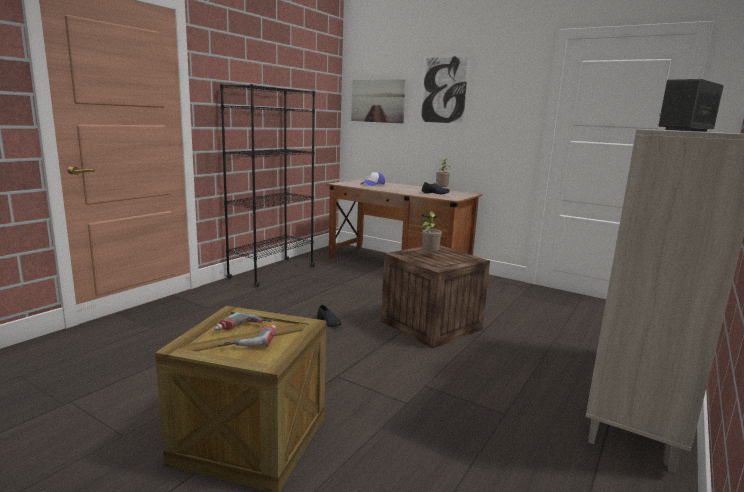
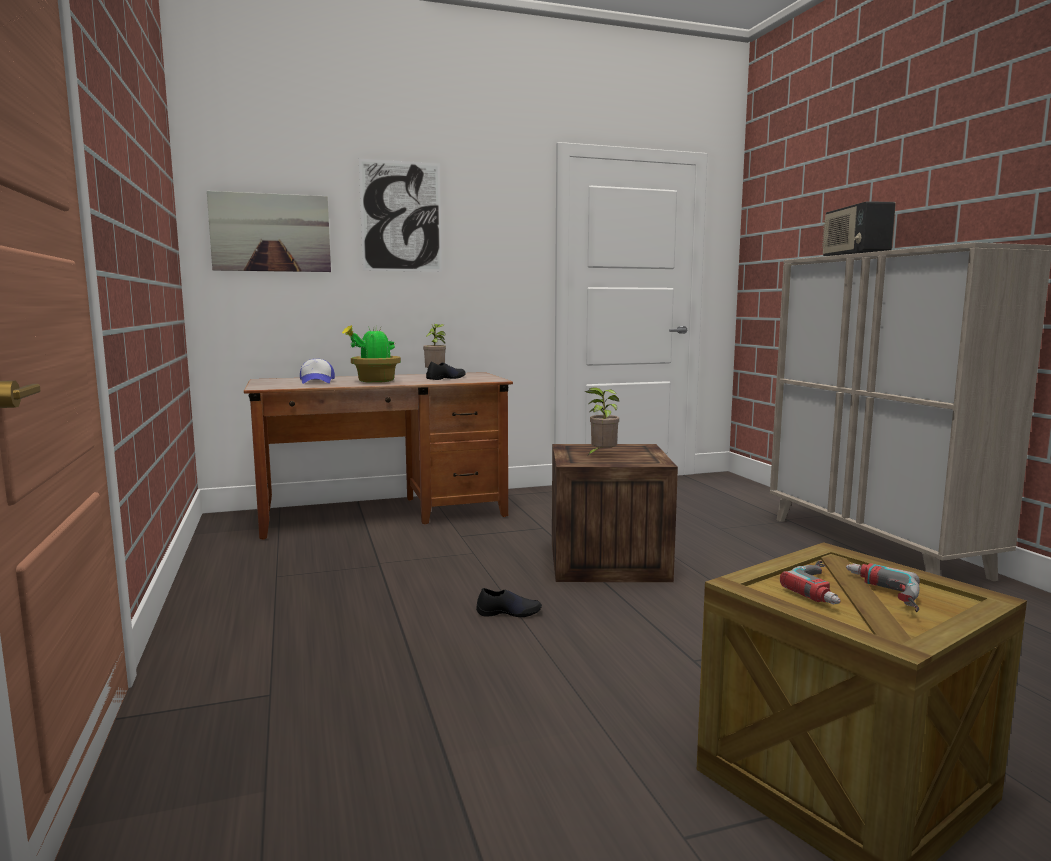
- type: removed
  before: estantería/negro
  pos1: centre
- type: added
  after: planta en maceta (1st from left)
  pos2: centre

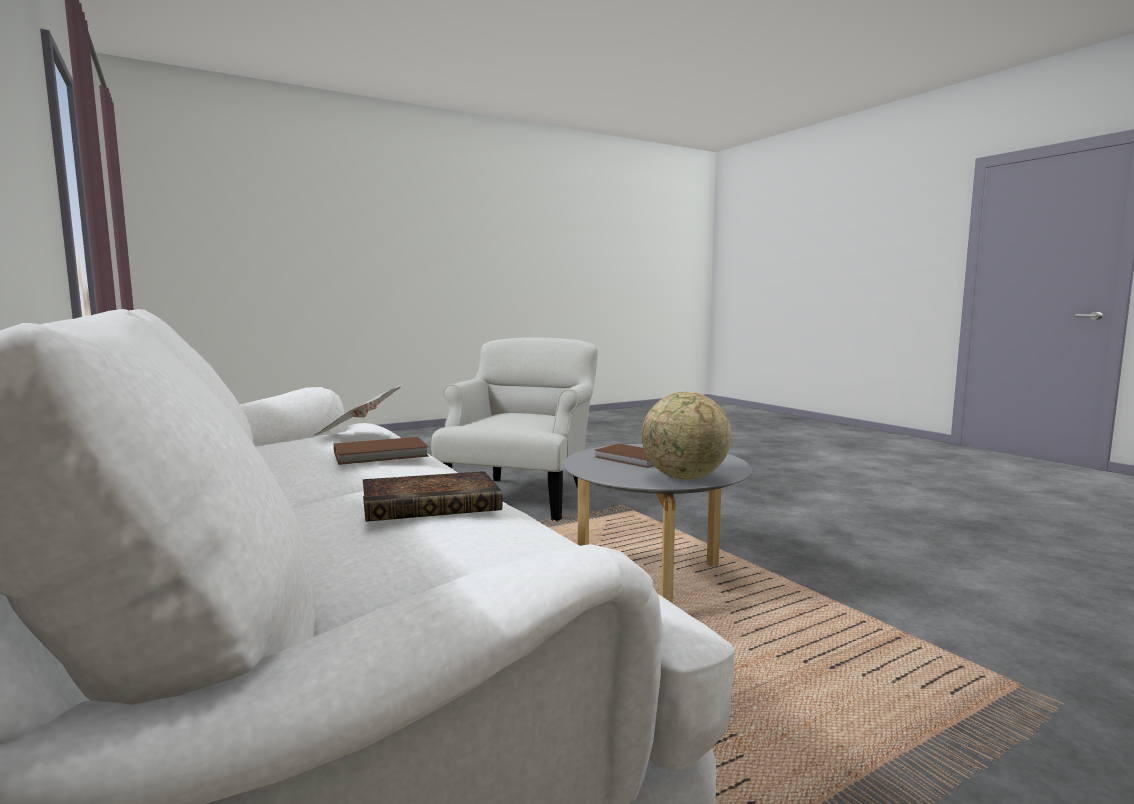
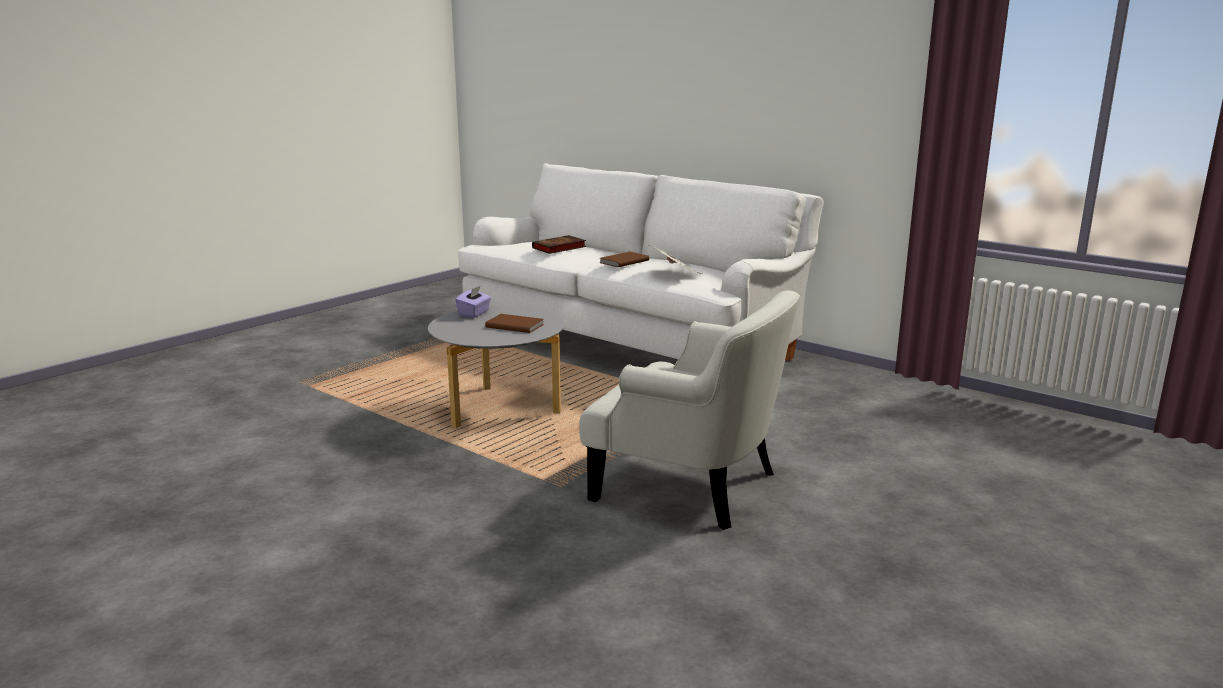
- type: replaced
  before: globo terráqueo
  after: caja de pañuelos/morado
  pos1: centre
  pos2: centre
- type: turned
  before: sillón/blanco
  pos1: centre
  pos2: centre
  turn: -60

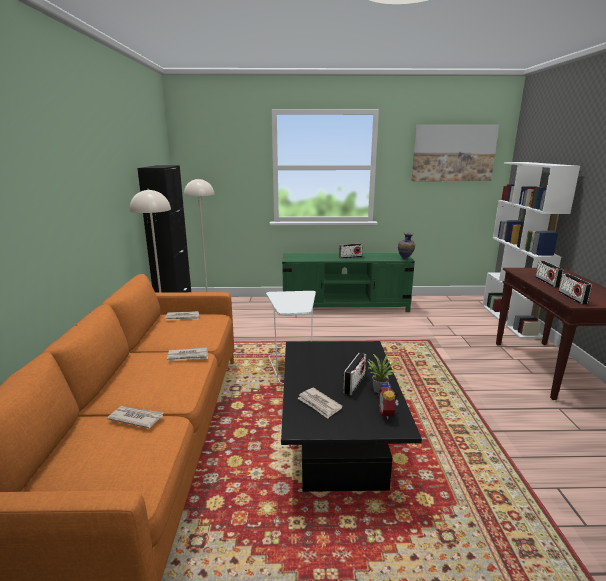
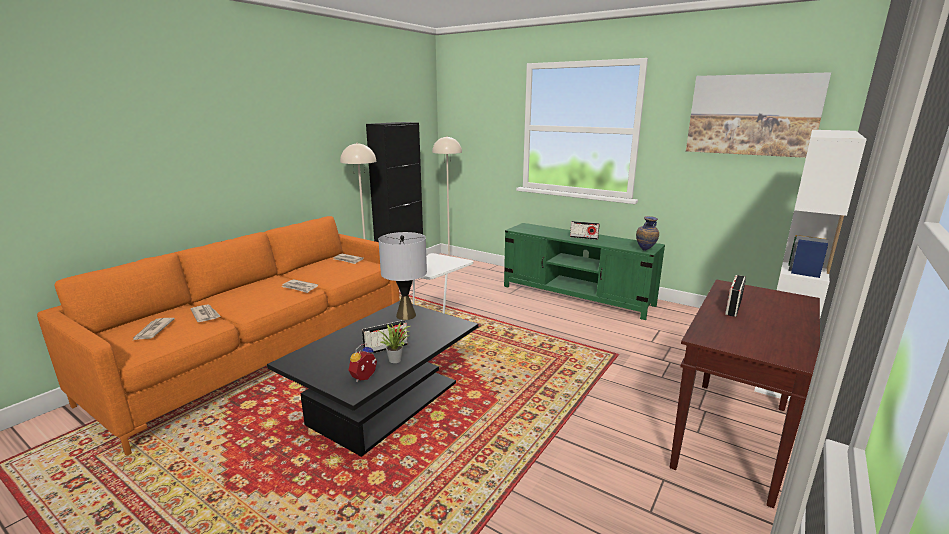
- type: removed
  before: radio (4th from left)
  pos1: middle right
- type: added
  after: lámpara de mesa/gris
  pos2: centre
- type: moved
  before: periódico (4th from left in the first image)
  after: periódico (1st from left)
  pos1: bottom centre
  pos2: middle left

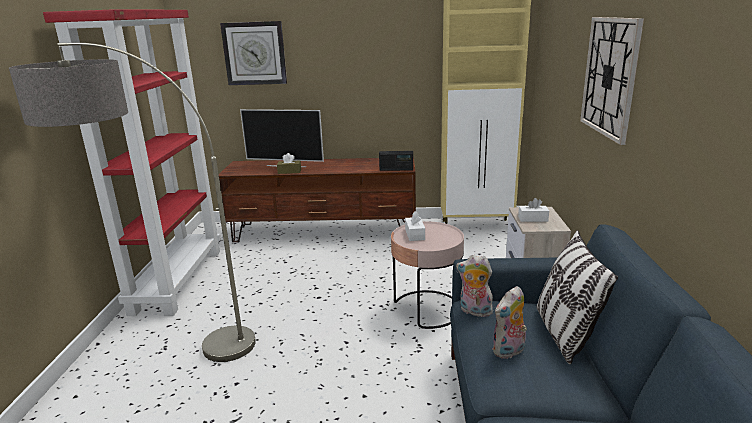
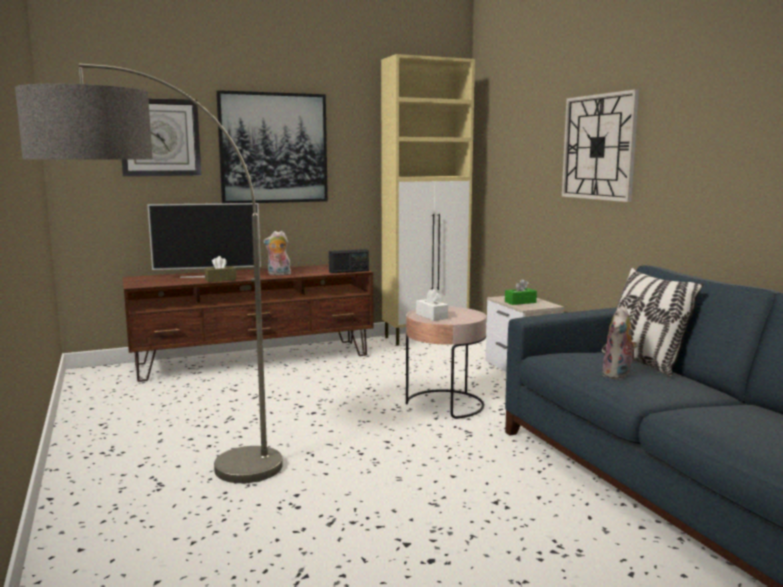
- type: removed
  before: estantería/rojo
  pos1: middle left
- type: added
  after: cuadro
  pos2: top centre
- type: moved
  before: peluche (1st from left)
  pos1: bottom centre
  pos2: centre
- type: recoloured
  before: caja de pañuelos/blanco (2nd from left)
  after: caja de pañuelos/verde
  pos1: middle right
  pos2: centre

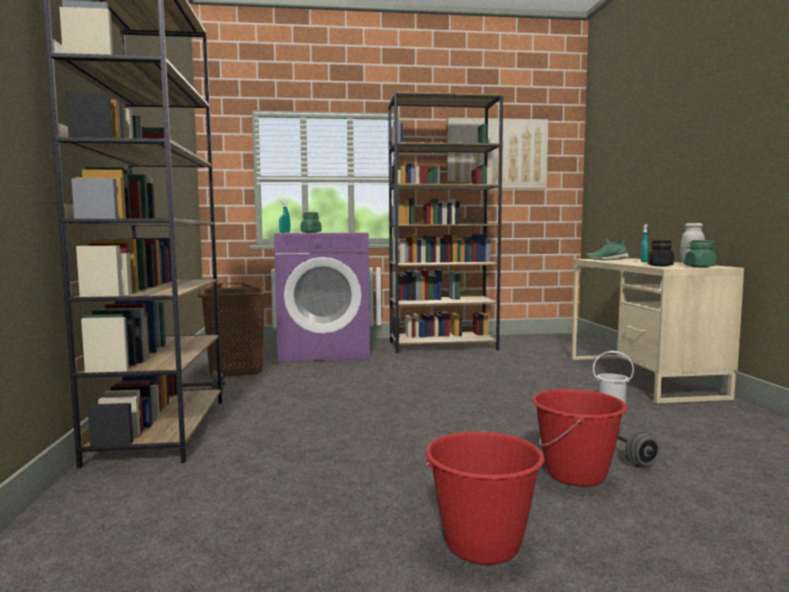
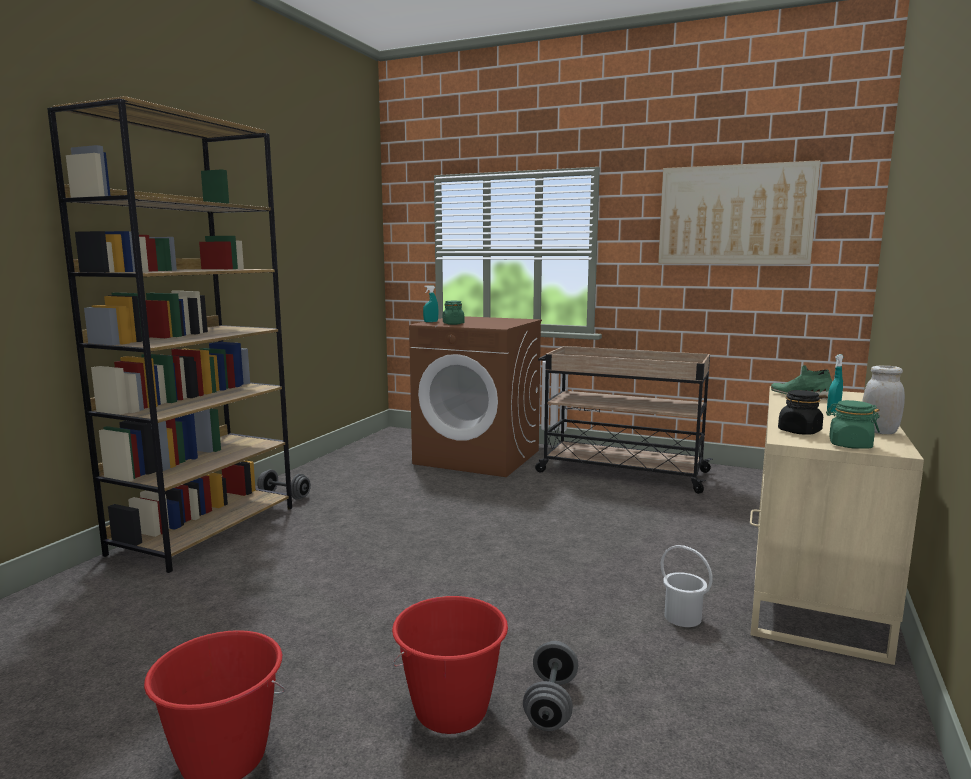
- type: removed
  before: cesto de la ropa/marrón
  pos1: middle left
- type: replaced
  before: estantería/marrón (2nd from left)
  after: carrito/beis
  pos1: centre
  pos2: centre
- type: recoloured
  before: lavadora/morado
  after: lavadora/marrón
  pos1: centre
  pos2: centre

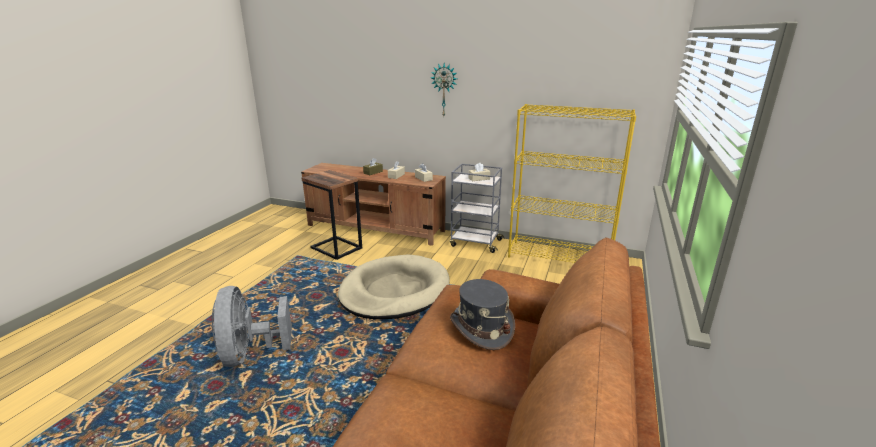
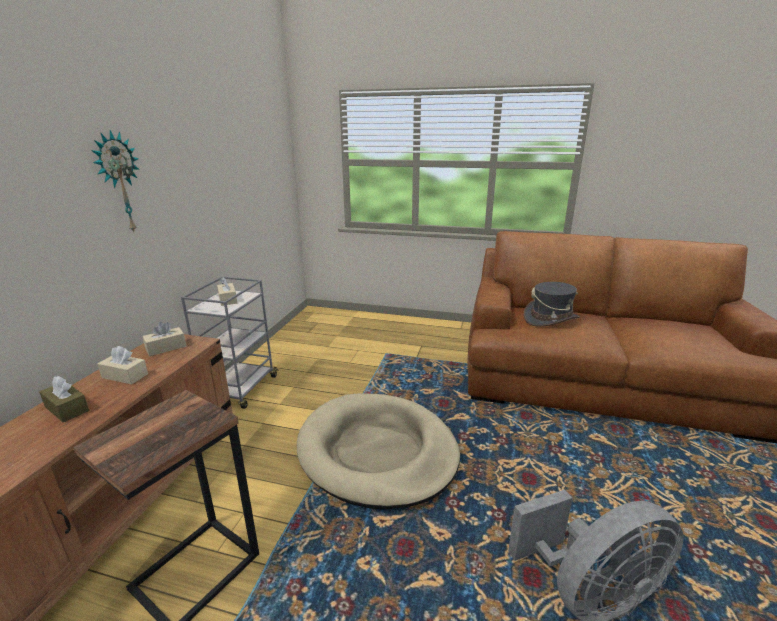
- type: removed
  before: estantería/amarillo
  pos1: centre

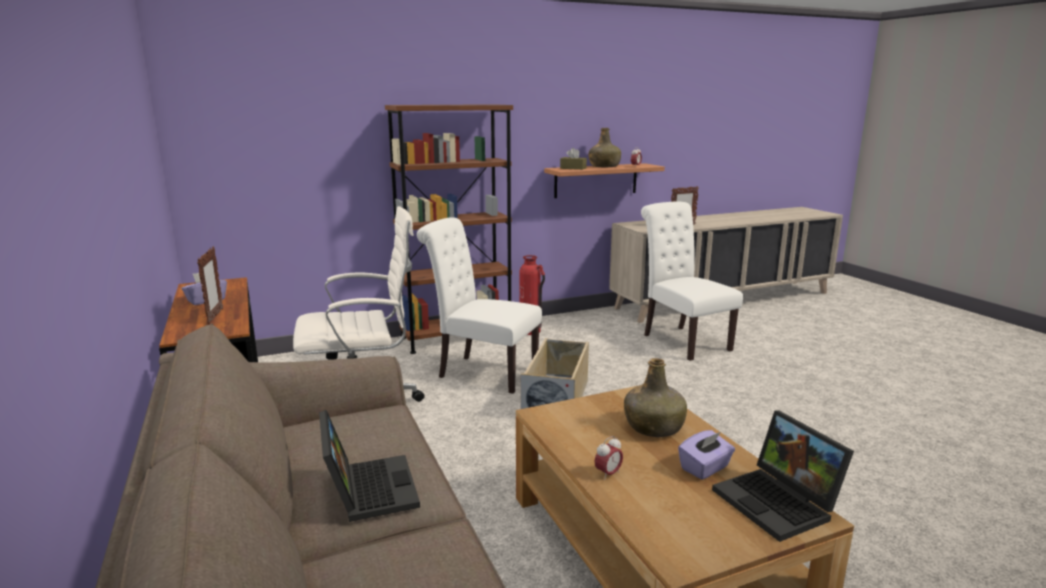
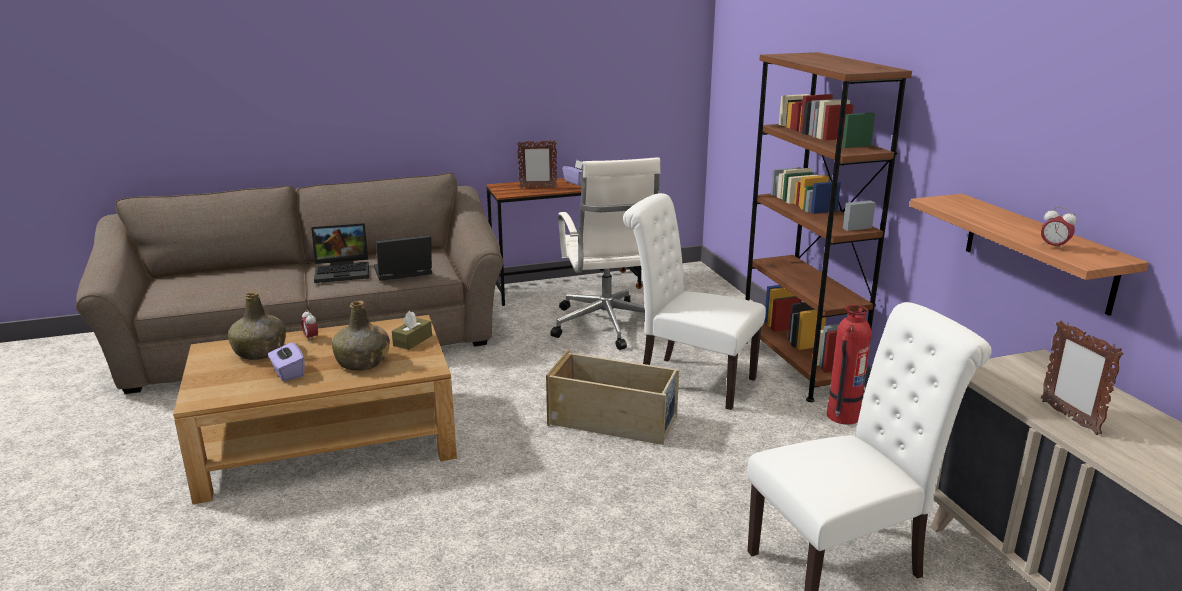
- type: moved
  before: caja de pañuelos/marrón
  pos1: top centre
  pos2: centre
- type: moved
  before: botella/verde (1st from left)
  pos1: top centre
  pos2: middle left
- type: moved
  before: portátil (2nd from left)
  pos1: bottom right
  pos2: centre
- type: turned
  before: silla/blanco (1st from left)
  pos1: centre
  pos2: centre
  turn: -90

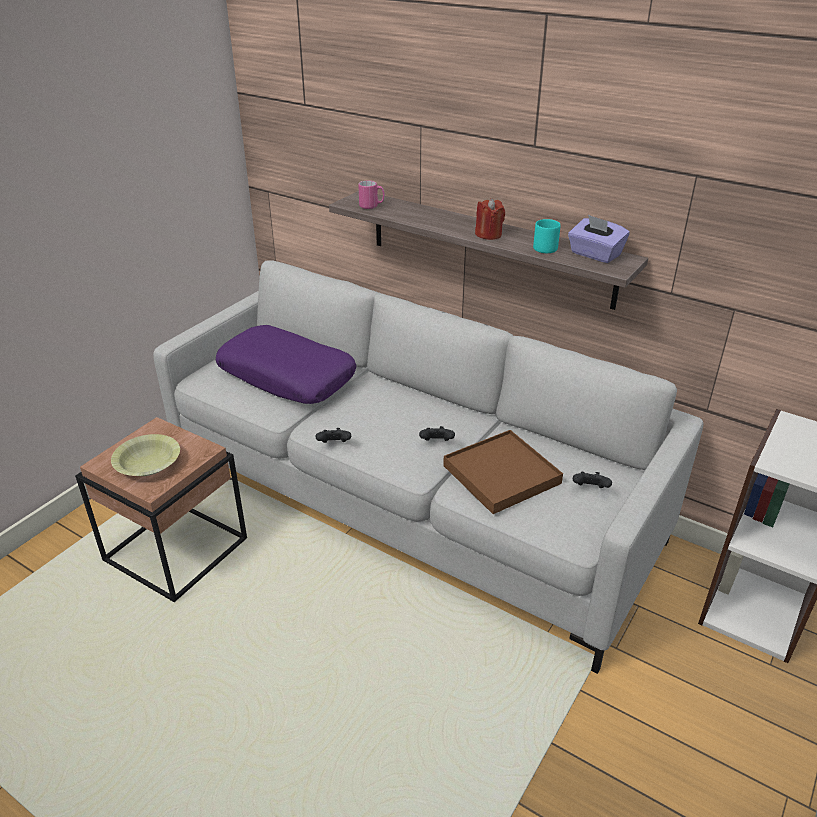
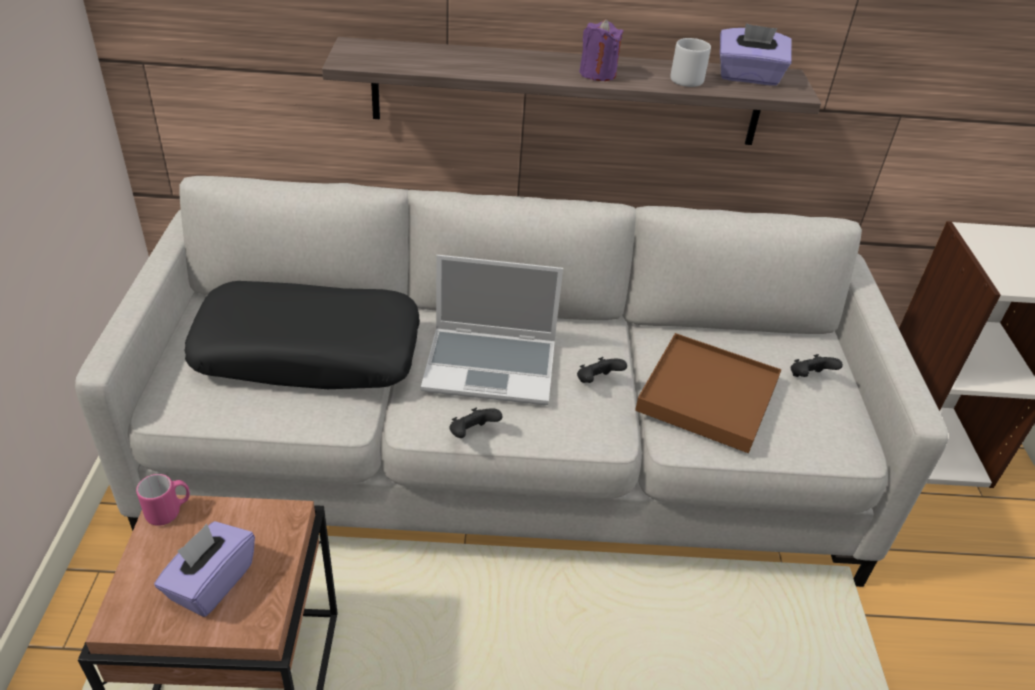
- type: added
  after: portátil
  pos2: centre
- type: moved
  before: taza grande/rosa
  pos1: top centre
  pos2: bottom left
- type: replaced
  before: cuenco/amarillo
  after: caja de pañuelos/morado (1st from left)
  pos1: middle left
  pos2: bottom left
- type: recoloured
  before: cojín/morado
  after: cojín/negro
  pos1: centre
  pos2: middle left
- type: recoloured
  before: vela/rojo
  after: vela/morado
  pos1: top centre
  pos2: top centre
- type: recoloured
  before: taza grande/turquesa
  after: taza grande/gris
  pos1: top right
  pos2: top right

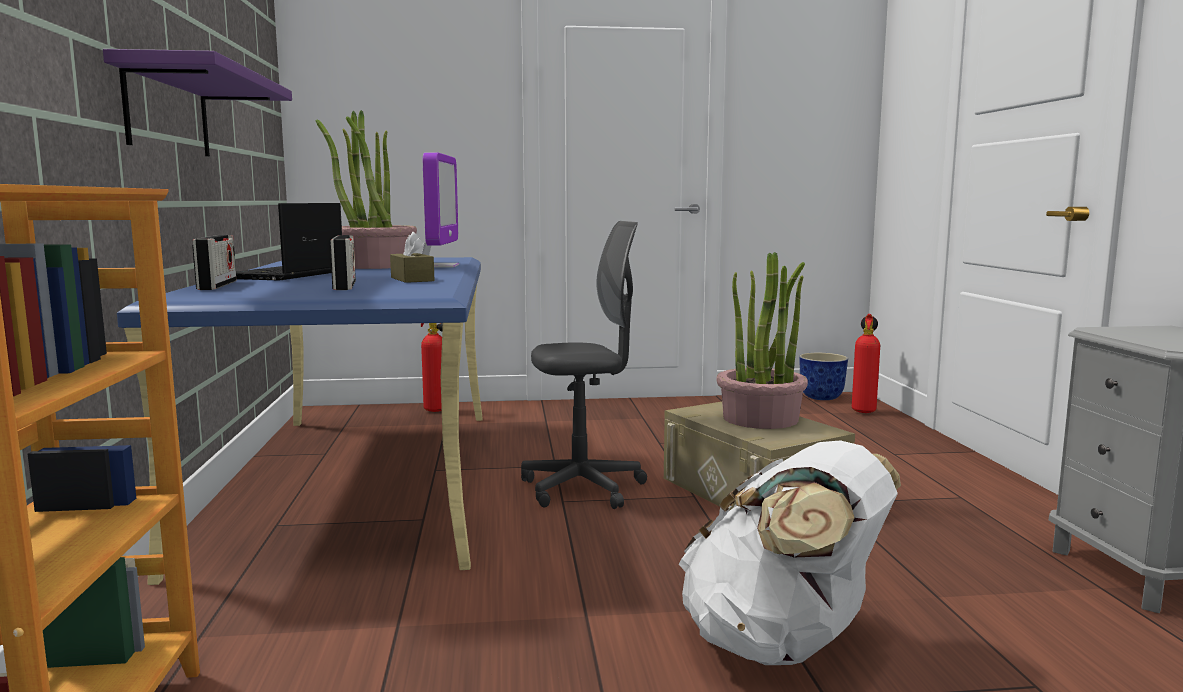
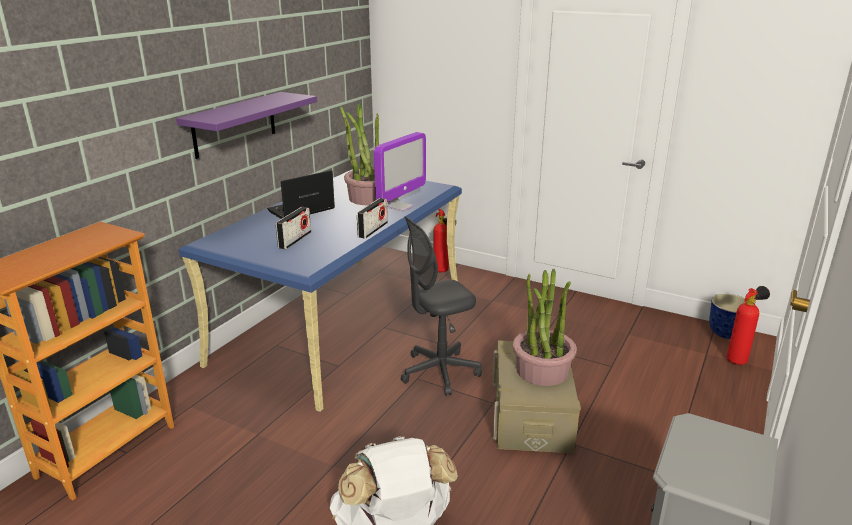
- type: removed
  before: caja de pañuelos/marrón
  pos1: centre
- type: moved
  before: radio (1st from left in the first image)
  after: radio (2nd from left)
  pos1: middle left
  pos2: centre
- type: turned
  before: silla de oficina/gris
  pos1: centre
  pos2: centre
  turn: 135

